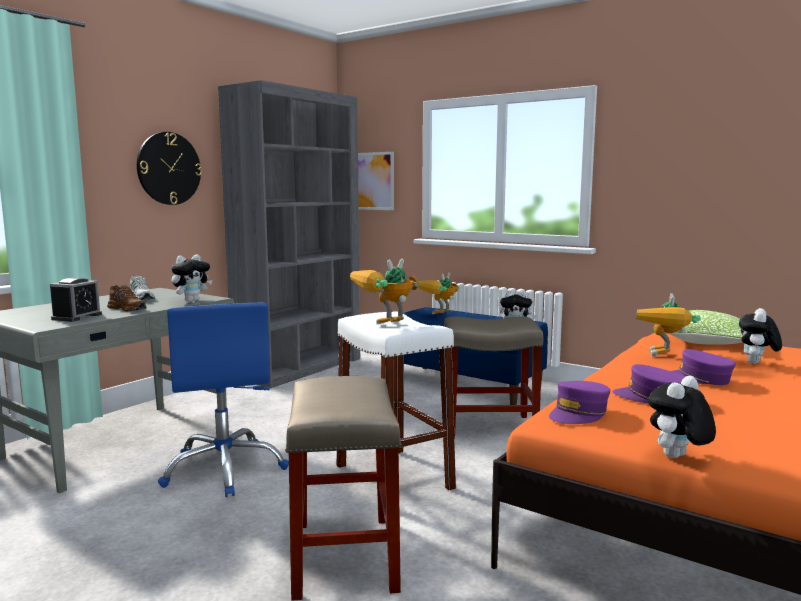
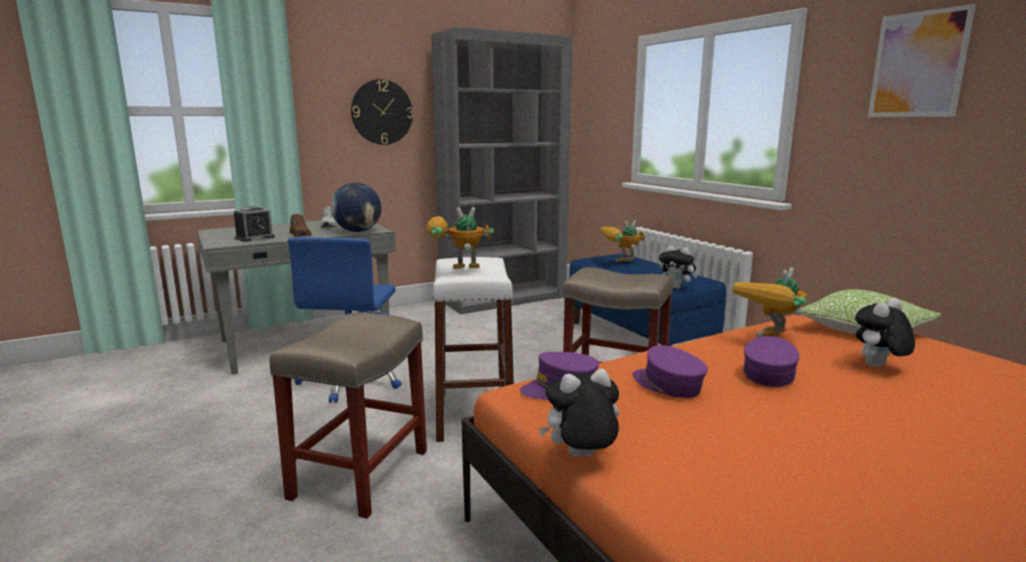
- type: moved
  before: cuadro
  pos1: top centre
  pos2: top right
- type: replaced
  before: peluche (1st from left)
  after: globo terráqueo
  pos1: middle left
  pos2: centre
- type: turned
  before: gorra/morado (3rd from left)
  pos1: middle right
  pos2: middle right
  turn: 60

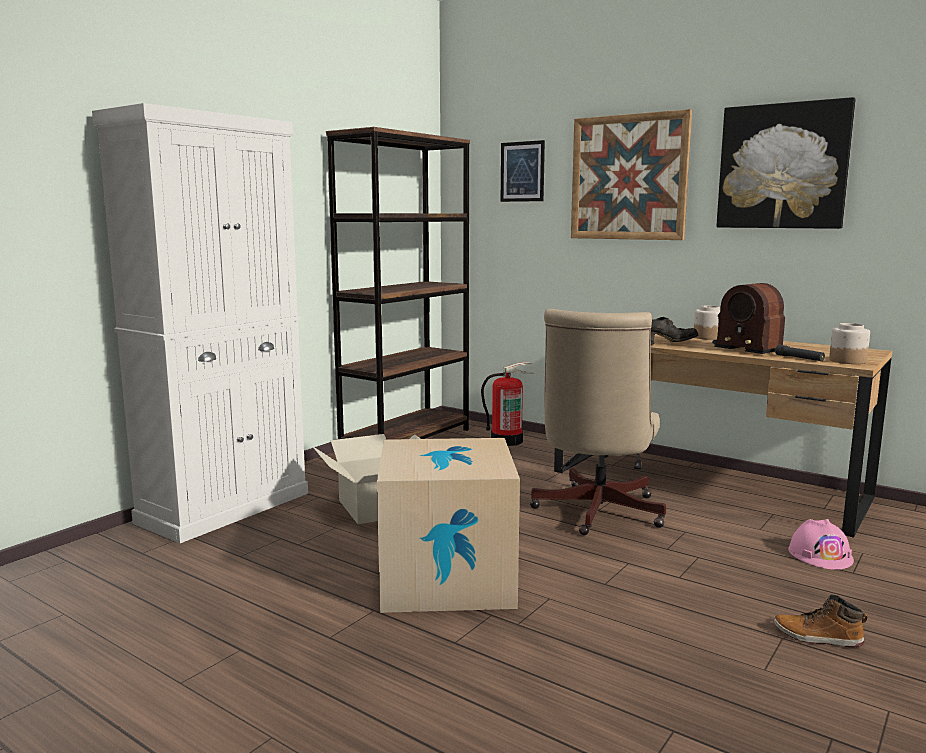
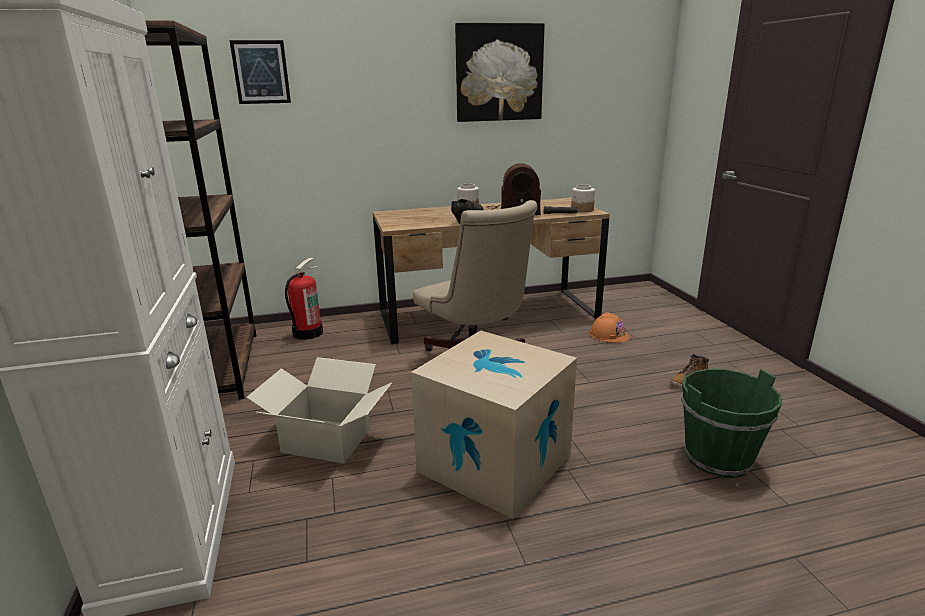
- type: removed
  before: cuadro (2nd from left)
  pos1: top right
- type: added
  after: cubo/verde
  pos2: bottom right
- type: recoloured
  before: casco/rosa
  after: casco/naranja
  pos1: bottom right
  pos2: centre

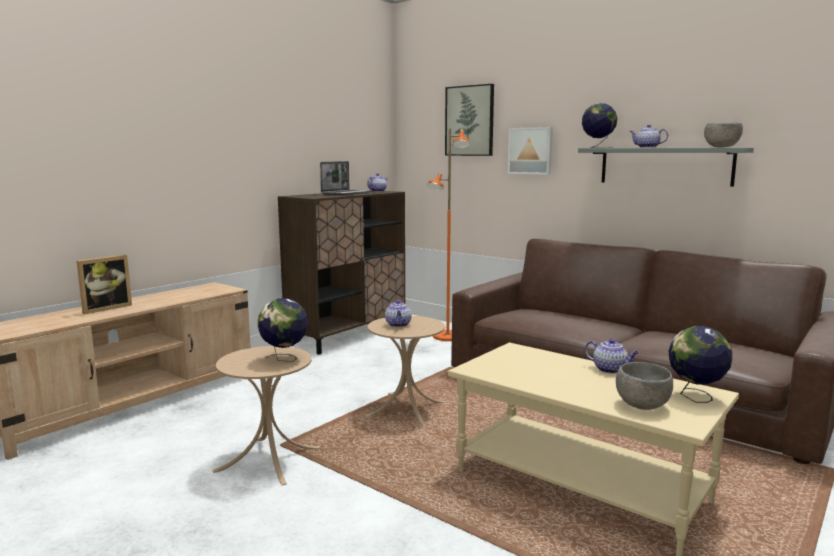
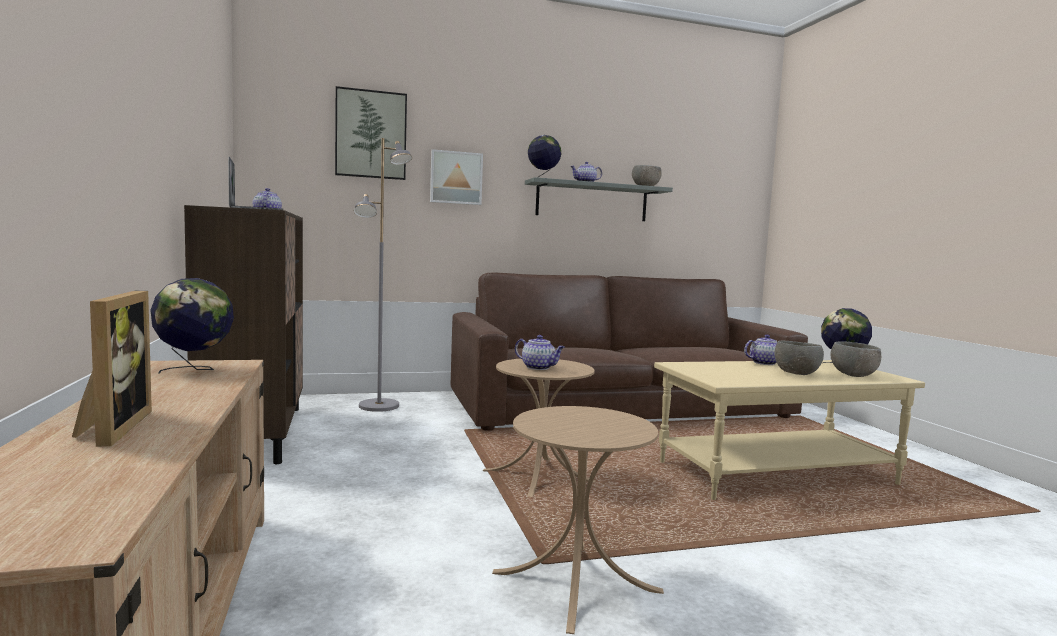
- type: added
  after: cuenco/gris (2nd from left)
  pos2: middle right
- type: moved
  before: globo terráqueo (1st from left)
  pos1: centre
  pos2: middle left
- type: recoloured
  before: lámpara de pie/naranja
  after: lámpara de pie/gris
  pos1: centre
  pos2: centre

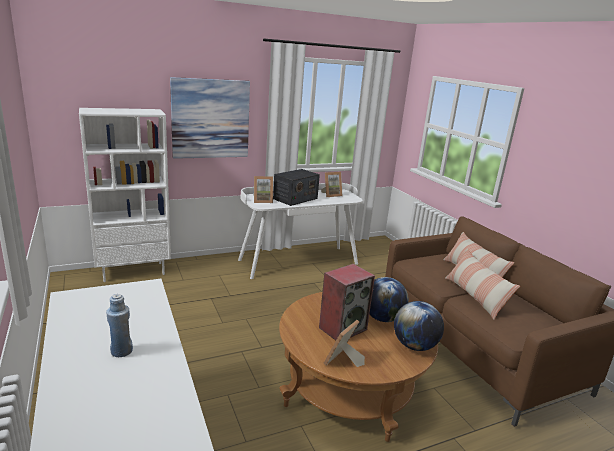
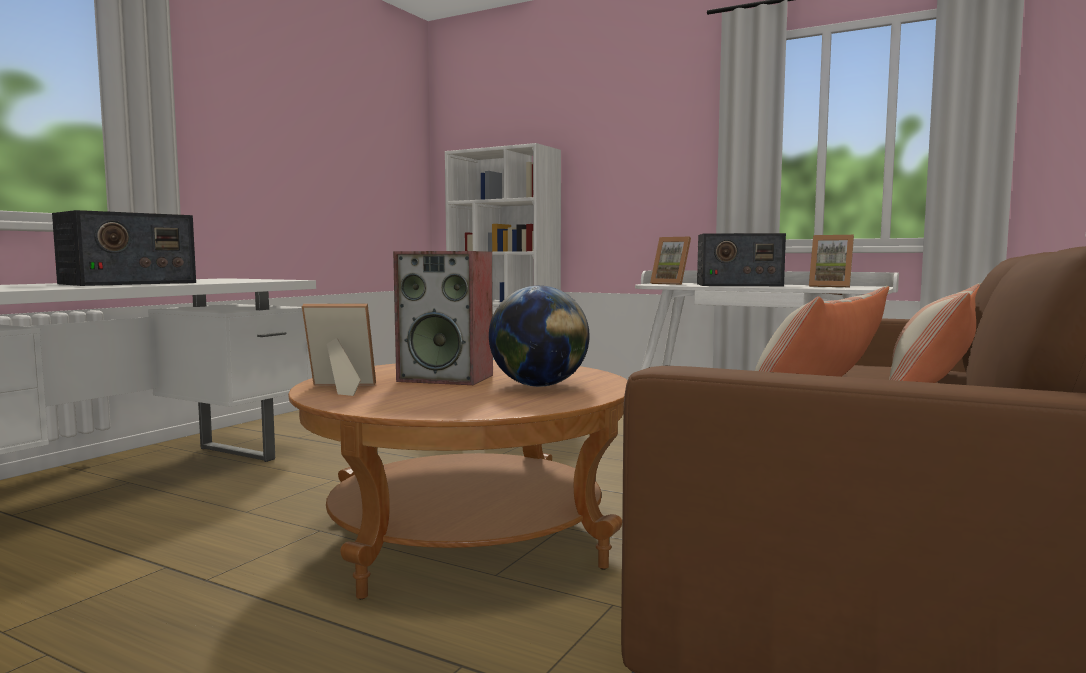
- type: removed
  before: cuadro
  pos1: top centre
- type: removed
  before: globo terráqueo (2nd from left)
  pos1: bottom right
- type: replaced
  before: botella/azul
  after: radio (1st from left)
  pos1: bottom left
  pos2: middle left

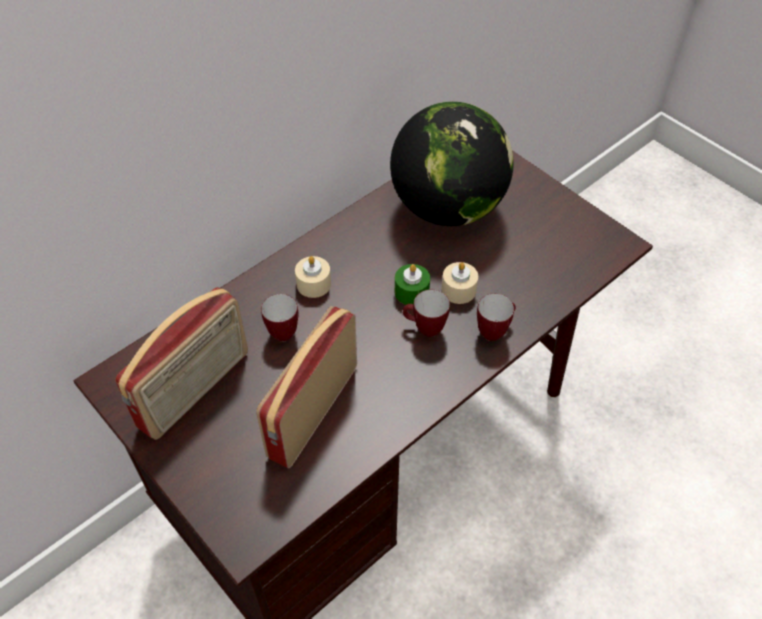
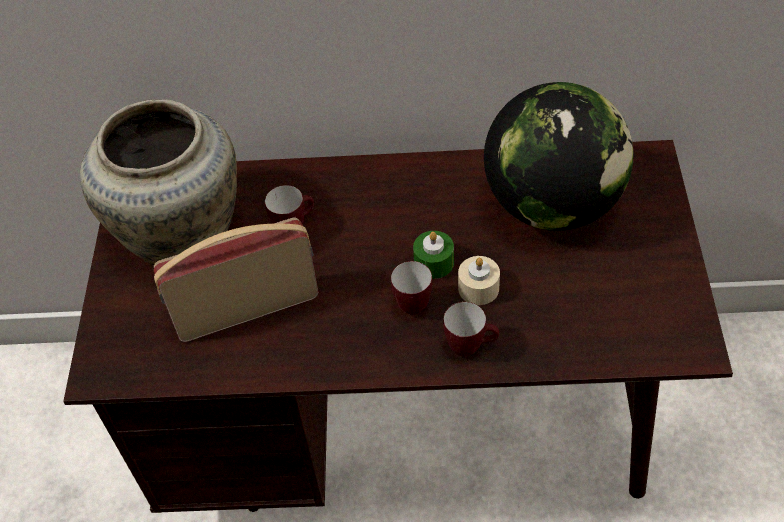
- type: removed
  before: vela/beis (1st from left)
  pos1: centre
- type: replaced
  before: radio (1st from left)
  after: florero/beis
  pos1: middle left
  pos2: middle left

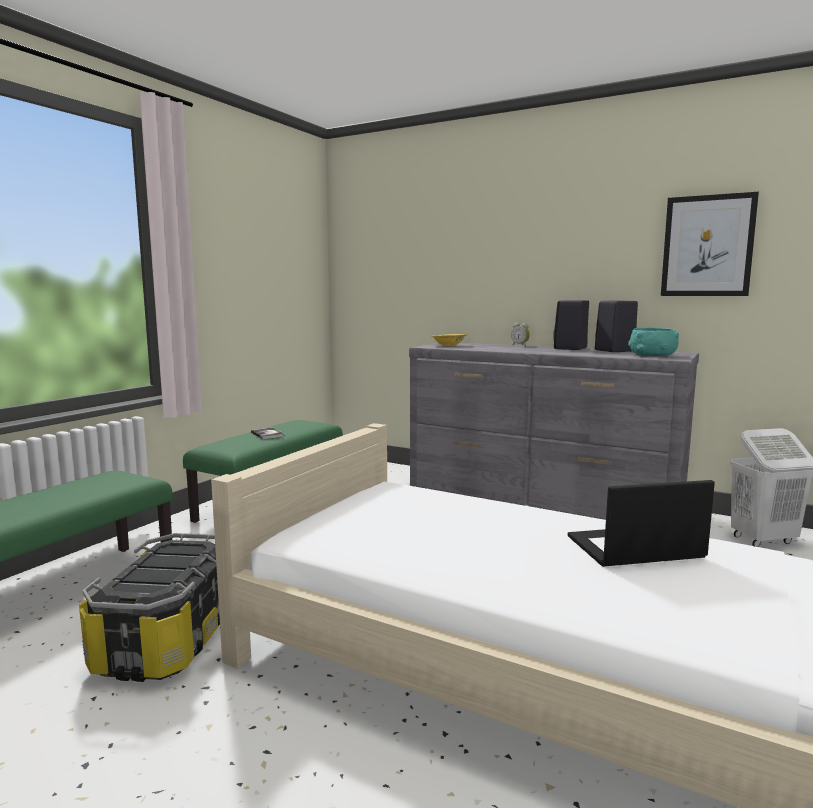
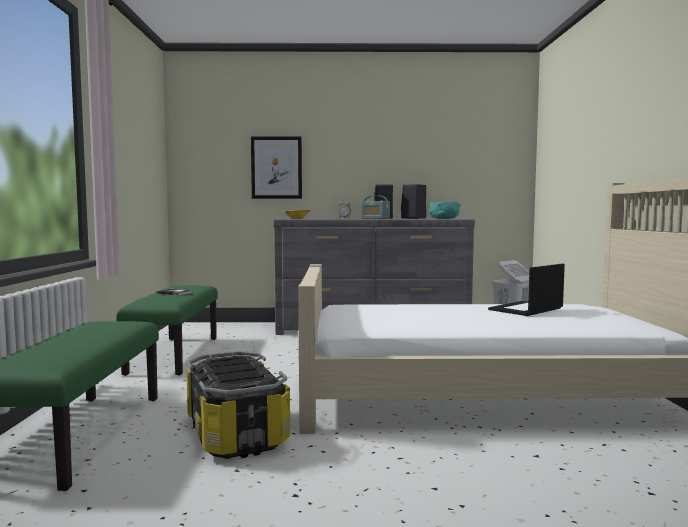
- type: added
  after: radio
  pos2: centre
- type: moved
  before: cuadro
  pos1: top right
  pos2: top centre

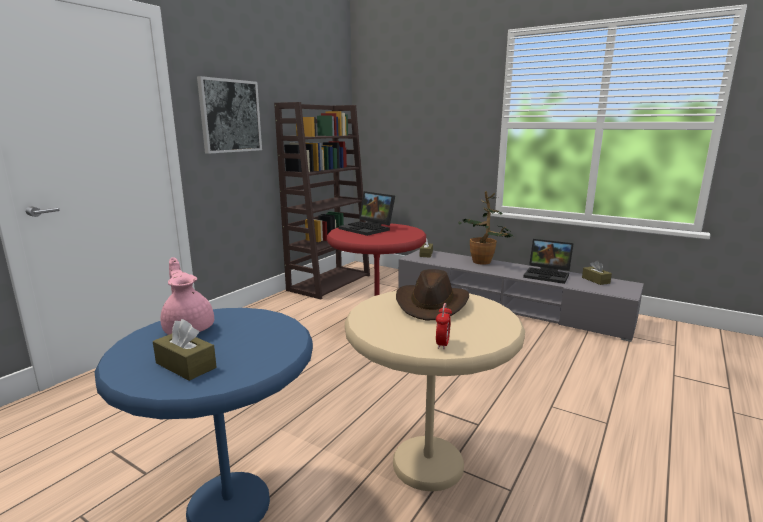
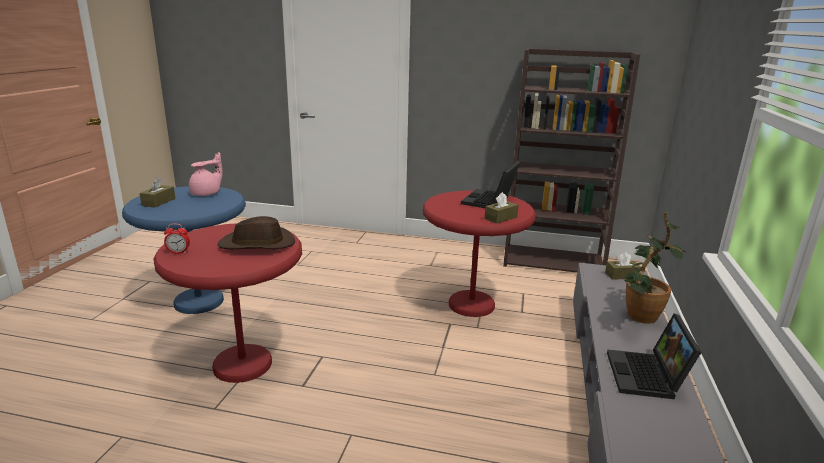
- type: removed
  before: cuadro
  pos1: top left
- type: moved
  before: caja de pañuelos/marrón (3rd from left in the first image)
  after: caja de pañuelos/marrón (2nd from left)
  pos1: middle right
  pos2: centre
- type: recoloured
  before: mesa auxiliar/beis
  after: mesa auxiliar/rojo (1st from left)
  pos1: bottom centre
  pos2: middle left

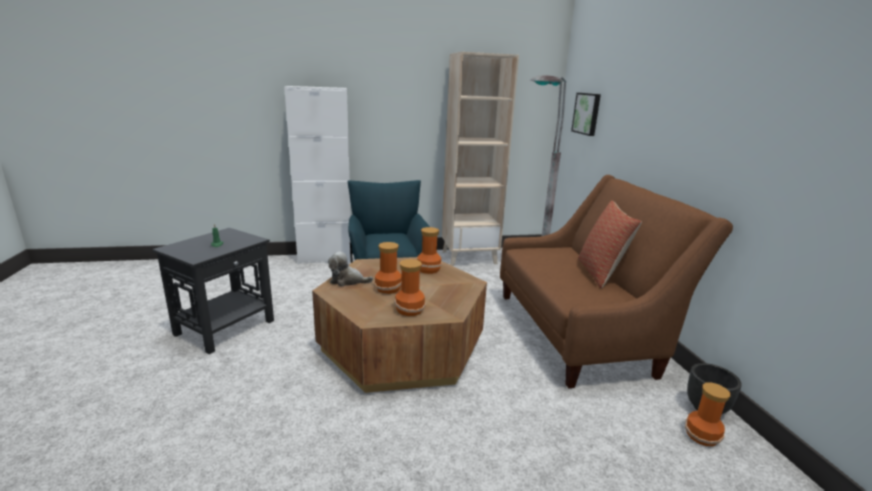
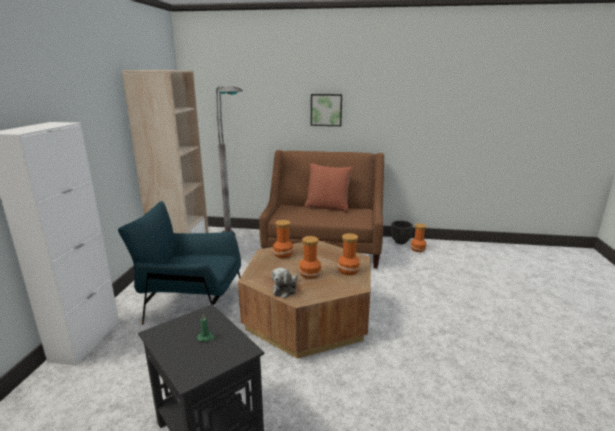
- type: moved
  before: cuadro
  pos1: top right
  pos2: top centre

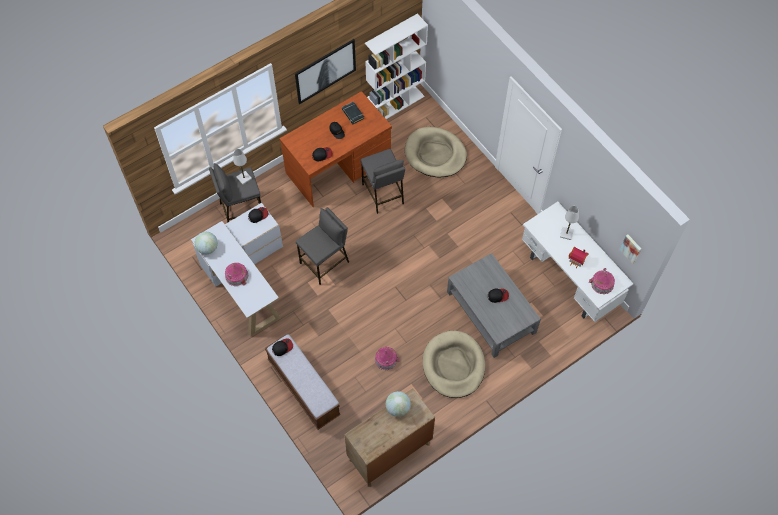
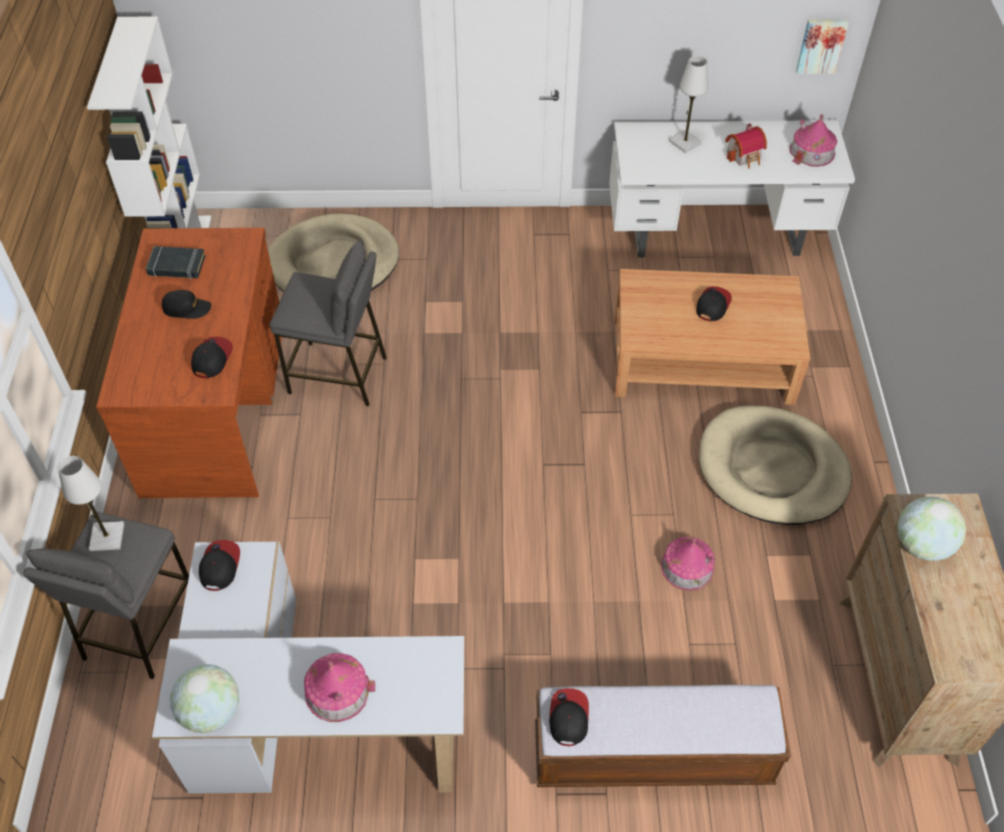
- type: removed
  before: cuadro (1st from left)
  pos1: top centre
- type: removed
  before: taburete/gris (2nd from left)
  pos1: centre
- type: recoloured
  before: mesa de centro/gris
  after: mesa de centro/marrón
  pos1: centre
  pos2: middle right

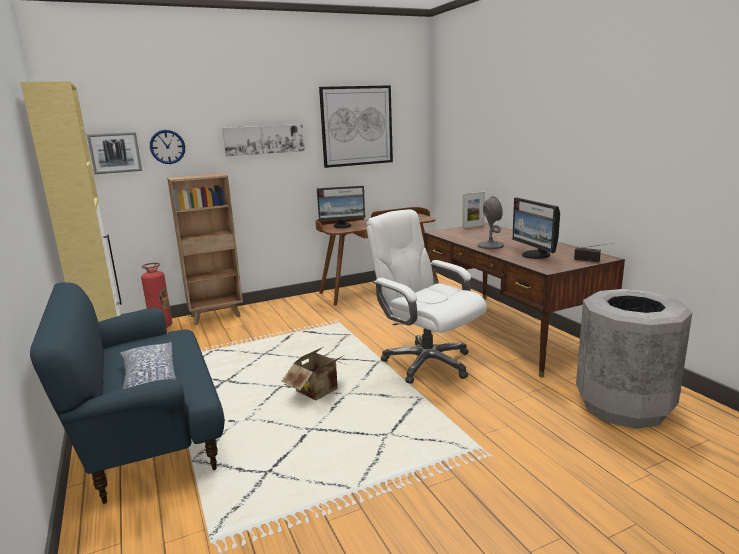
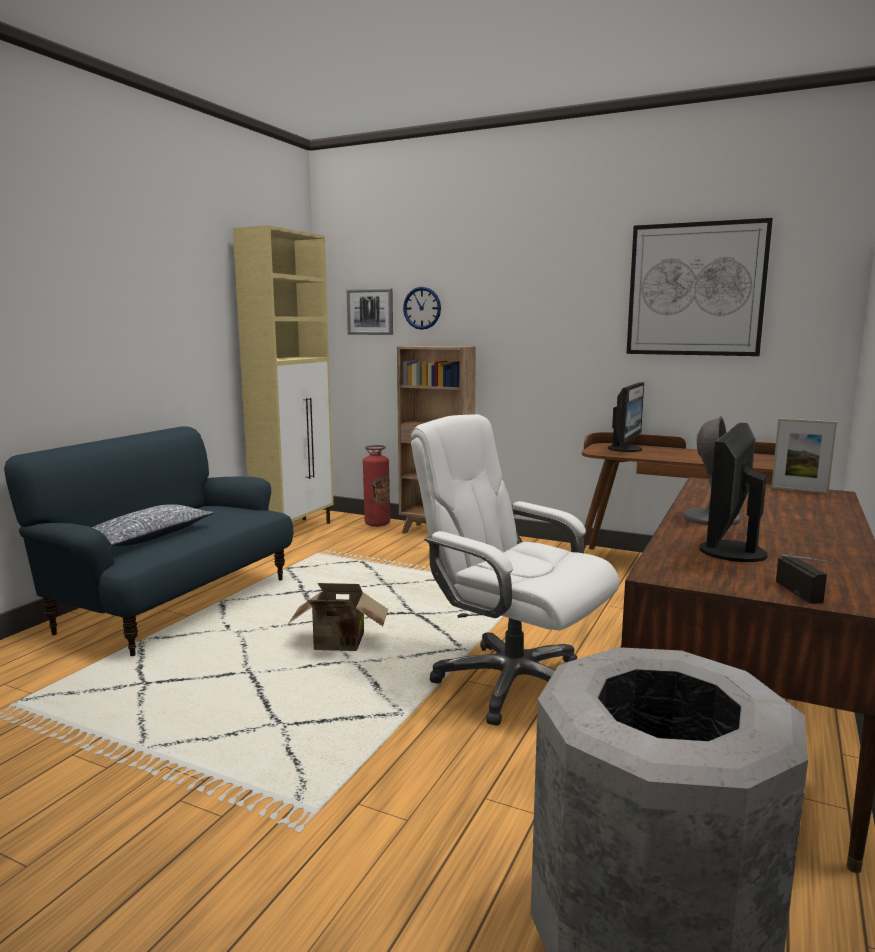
- type: removed
  before: cuadro (2nd from left)
  pos1: top centre
- type: turned
  before: monitor (1st from left)
  pos1: centre
  pos2: middle right
  turn: -105
- type: turned
  before: silla de oficina/blanco
  pos1: centre
  pos2: centre
  turn: -60

